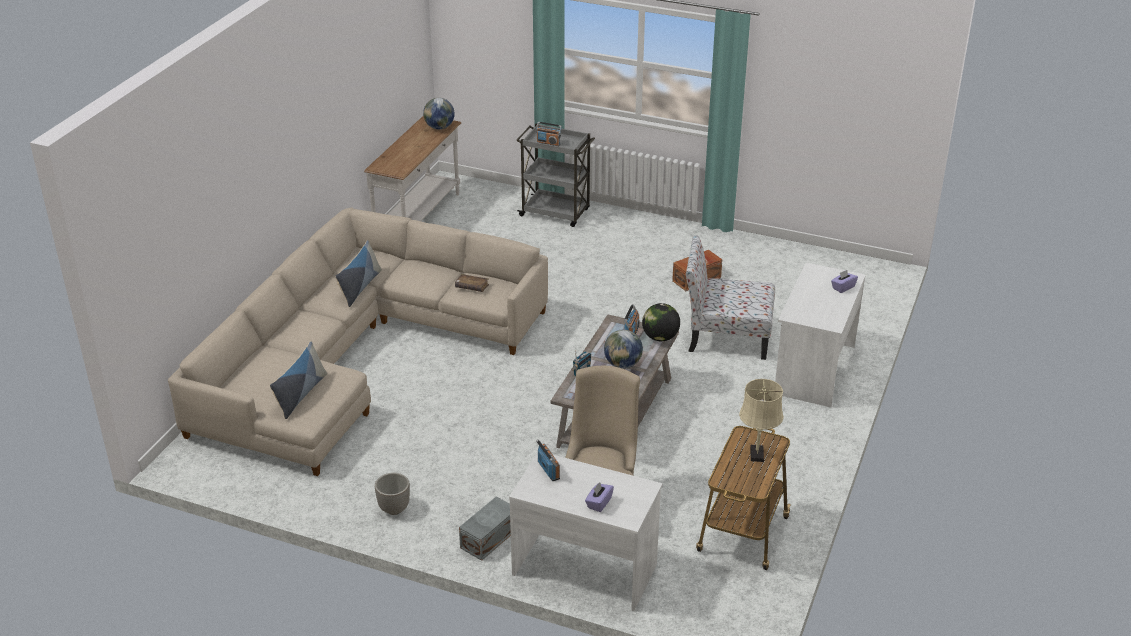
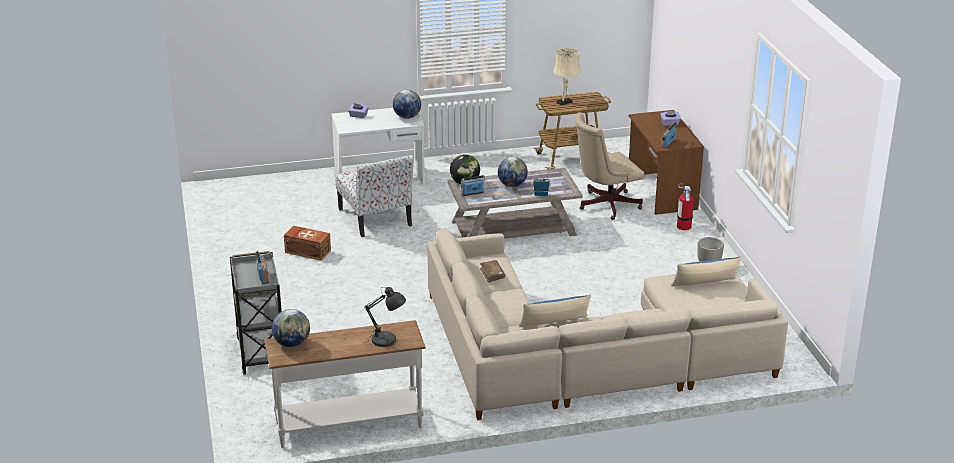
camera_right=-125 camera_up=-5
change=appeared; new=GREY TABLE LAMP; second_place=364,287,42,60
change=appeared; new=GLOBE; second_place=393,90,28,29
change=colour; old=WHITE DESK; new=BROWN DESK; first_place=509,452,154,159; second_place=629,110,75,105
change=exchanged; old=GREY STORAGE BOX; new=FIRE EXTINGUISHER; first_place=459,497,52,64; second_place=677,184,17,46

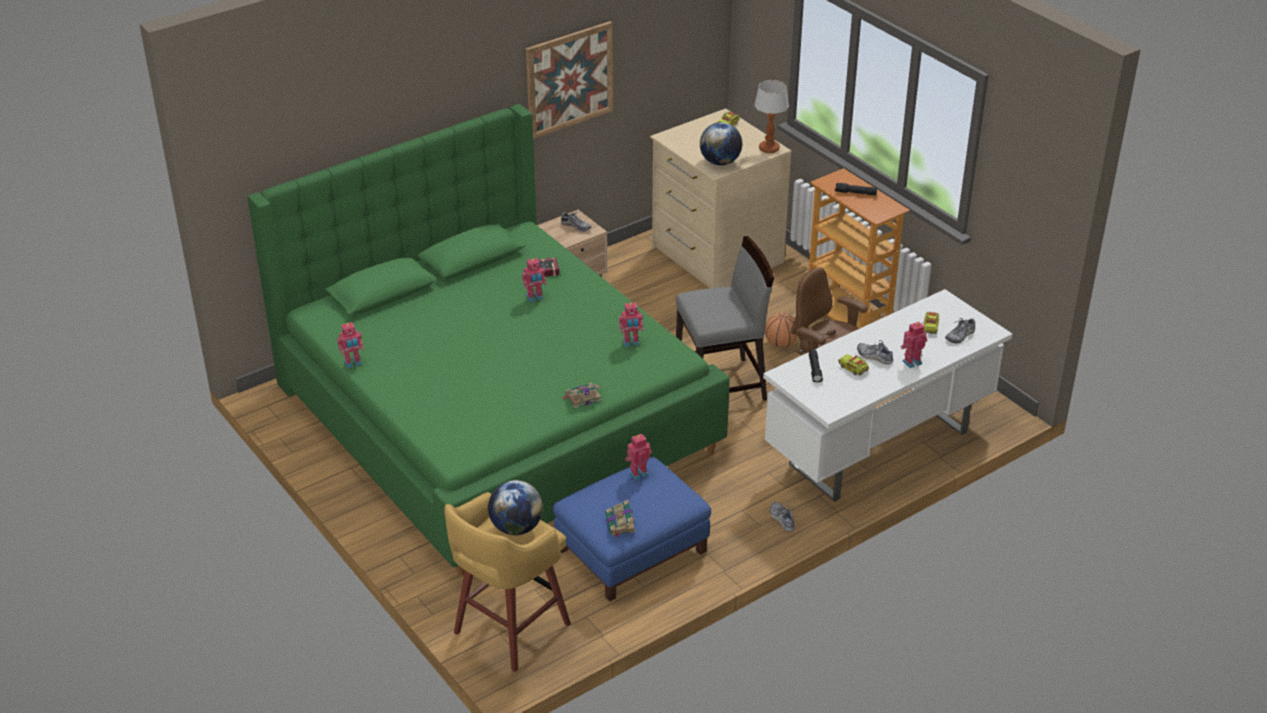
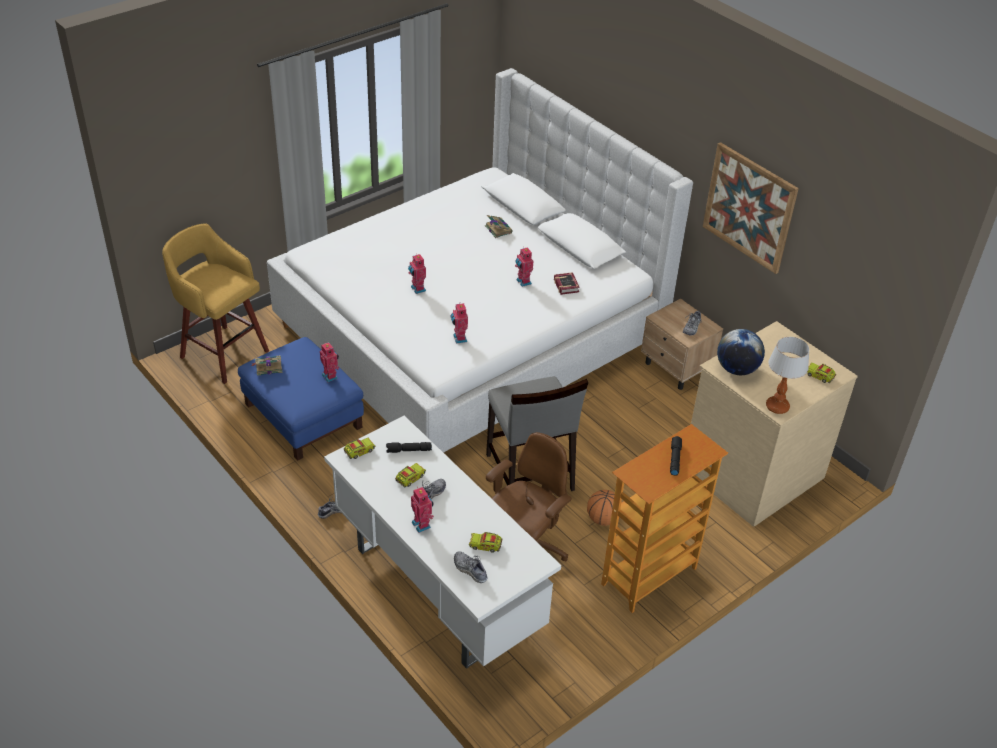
camera_right=85 camera_up=5
change=colour; old=GREEN BED; new=WHITE BED; first_place=247,104,483,472; second_place=267,68,426,385
change=appeared; new=TOY TRUCK; second_place=344,437,31,22
change=relocated; old=TOY ROBOT; first_place=337,322,27,46; second_place=408,254,18,40
change=relocated; old=BOOK; first_place=561,383,41,25; second_place=485,215,28,23
change=missing; old=GLOBE; first_place=488,480,55,55

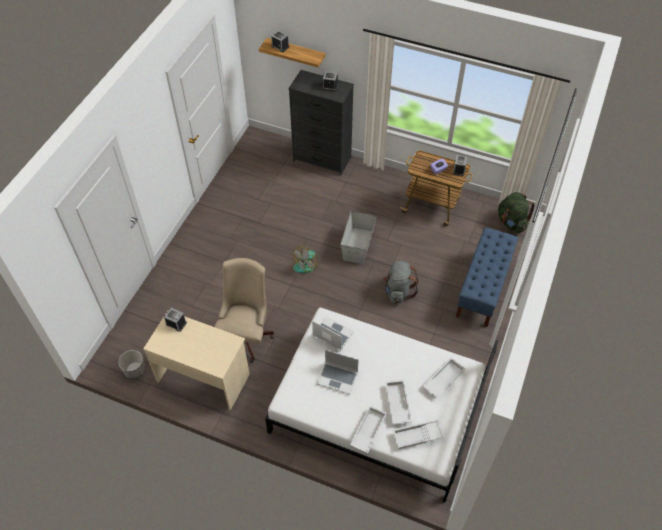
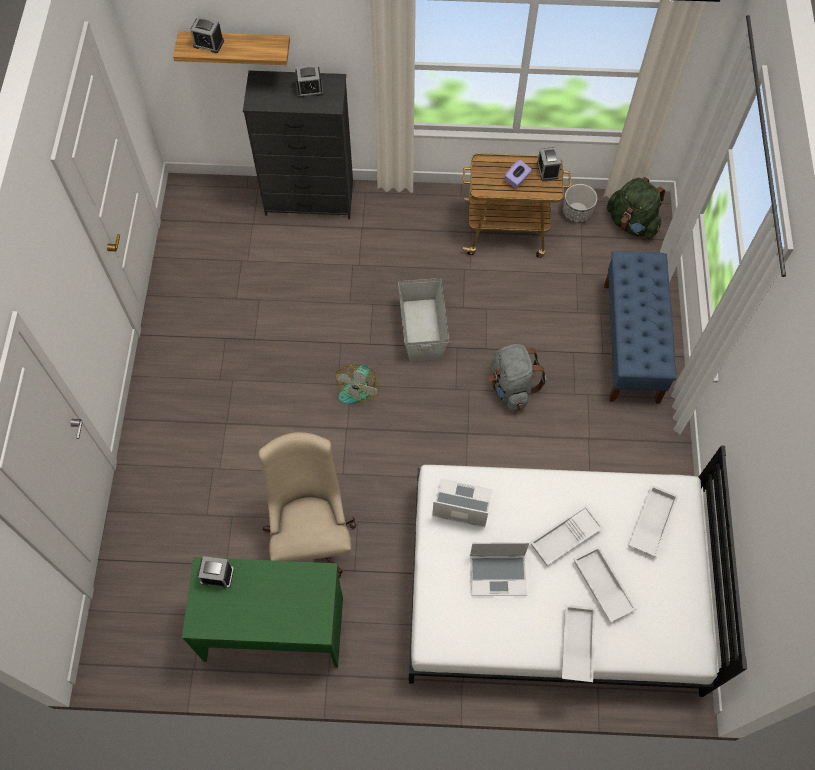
camera_right=-20 camera_up=10
change=colour; old=BEIGE DESK; new=GREEN DESK; first_place=143,311,107,100; second_place=182,557,161,111
change=relocated; old=WHITE TRAY; first_place=393,419,51,30; second_place=530,505,74,61
change=relocated; old=PLANTER; first_place=118,350,27,29; second_place=563,184,34,39

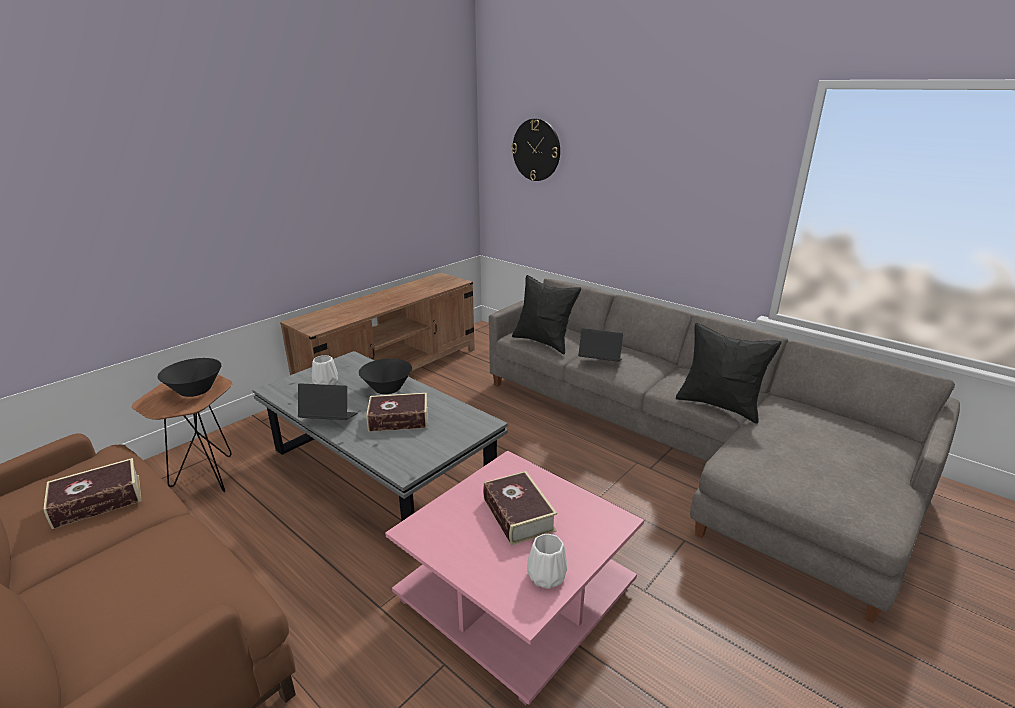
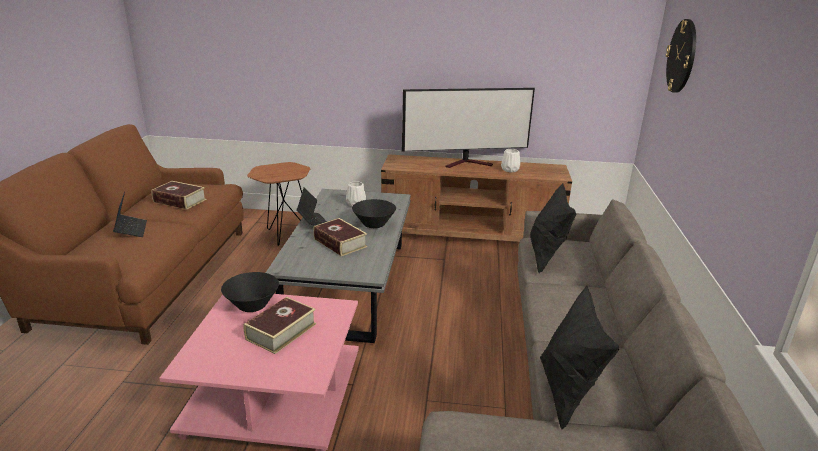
camera_right=55 camera_up=0
change=relocated; old=LAPTOP; first_place=578,328,45,34; second_place=113,191,34,46
change=relocated; old=BLACK BOWL; first_place=158,358,64,39; second_place=221,272,58,40
change=appeared; new=TELEVISION; second_place=402,88,133,80
change=relocated; old=WHITE VASE; first_place=527,534,40,55; second_place=501,149,19,23

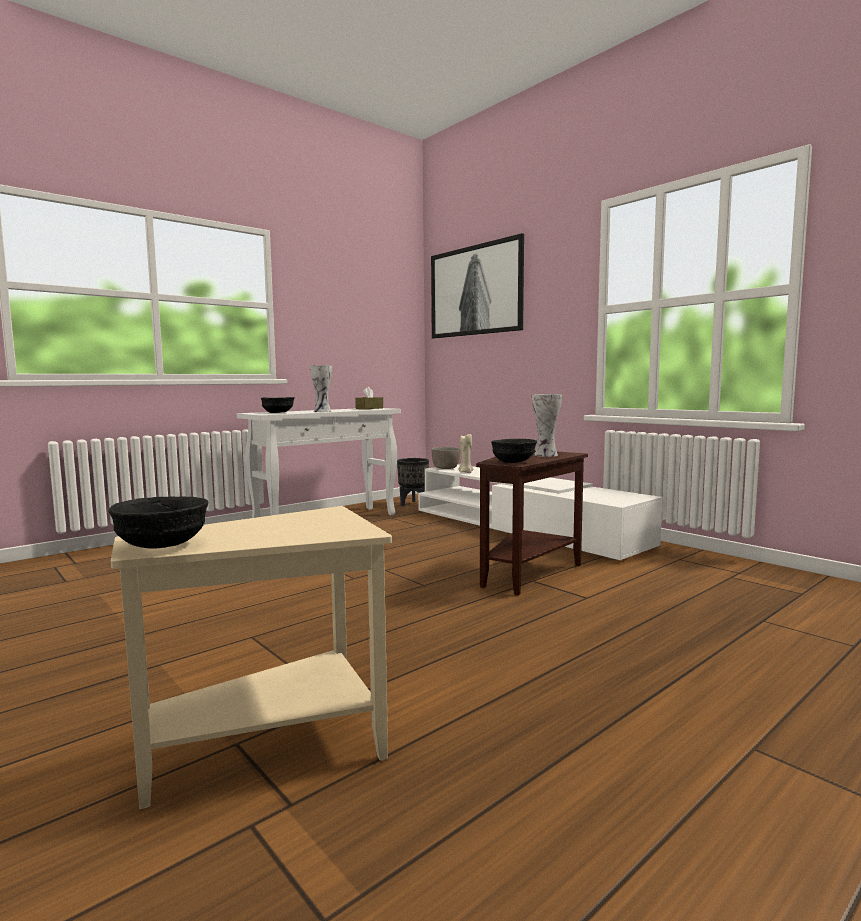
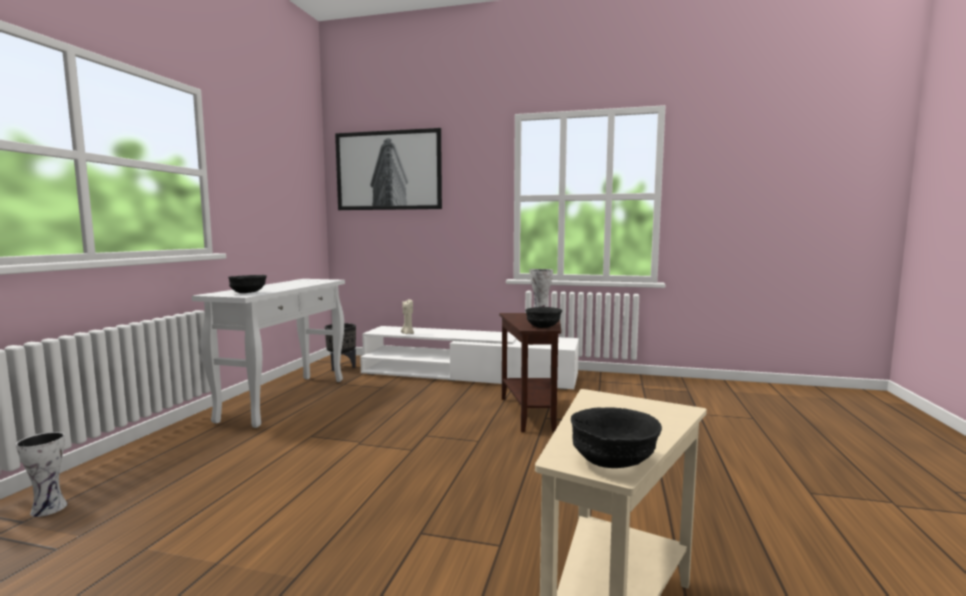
camera_right=-35 camera_up=0
change=relocated; old=VASE; first_place=310,365,22,47; second_place=16,432,52,85
change=missing; old=BROWN TISSUE BOX; first_place=355,387,28,22
change=missing; old=GREY BOWL; first_place=431,447,30,22

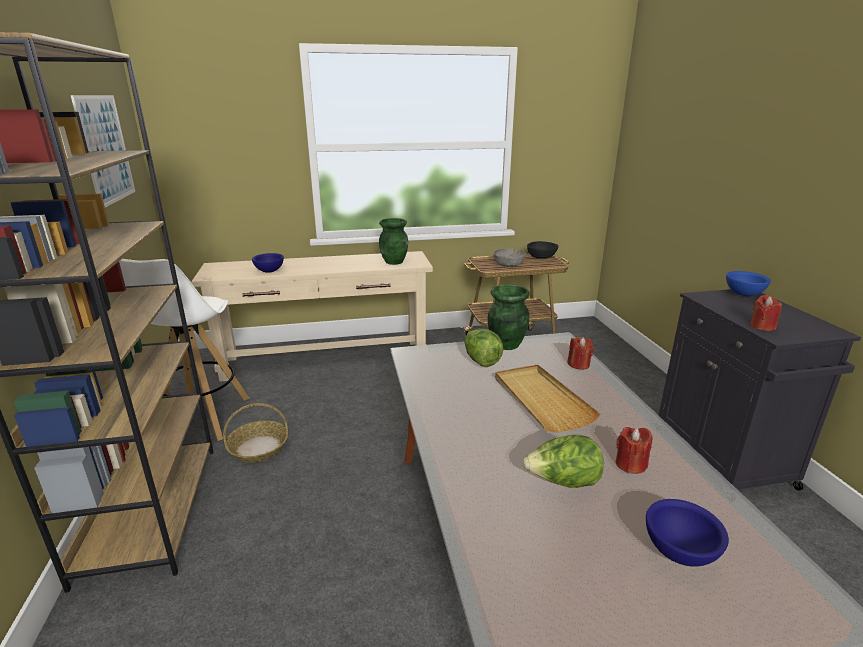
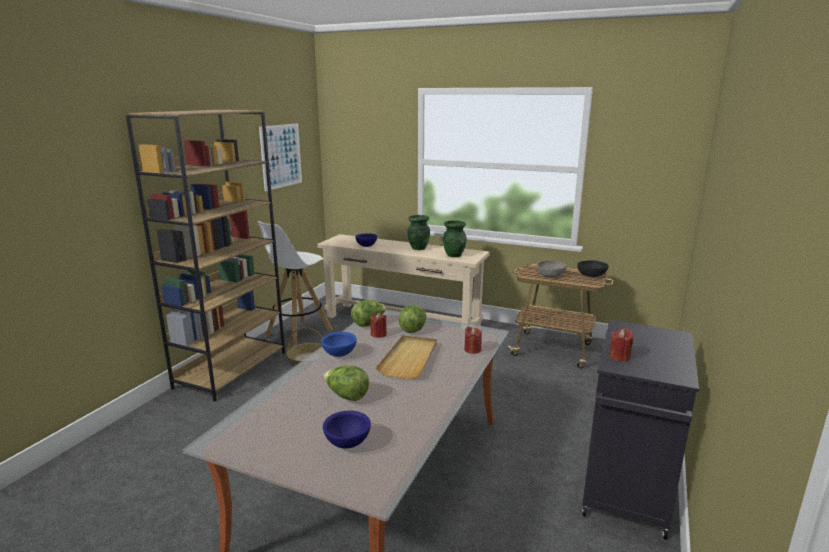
camera_right=35 camera_up=-5
change=relocated; old=BLUE BOWL; first_place=726,271,45,25; second_place=321,332,36,25
change=appeared; new=LETTUCE; second_place=351,300,35,27
change=relocated; old=RED CANDLE; first_place=616,427,36,47; second_place=370,313,17,25
change=relocated; old=GREEN VASE; first_place=488,284,42,66; second_place=408,215,22,35

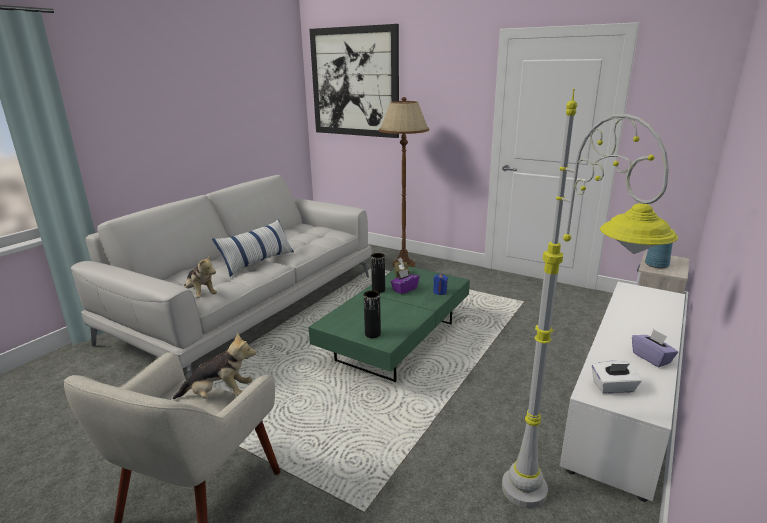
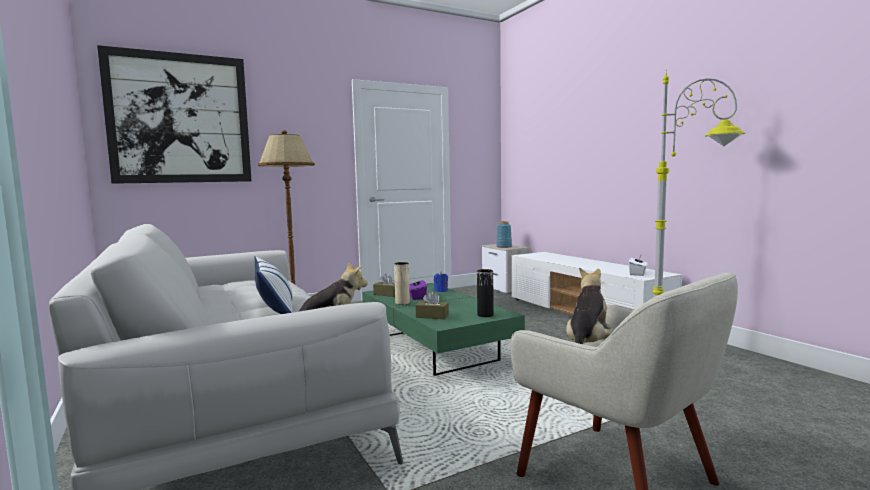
camera_right=-60 camera_up=-15
change=colour; old=BLACK VASE; new=BEIGE VASE; first_place=371,253,14,40; second_place=394,262,16,43
change=appeared; new=BROWN TISSUE BOX; second_place=416,291,33,28
change=missing; old=PURPLE TISSUE BOX; first_place=632,329,46,38

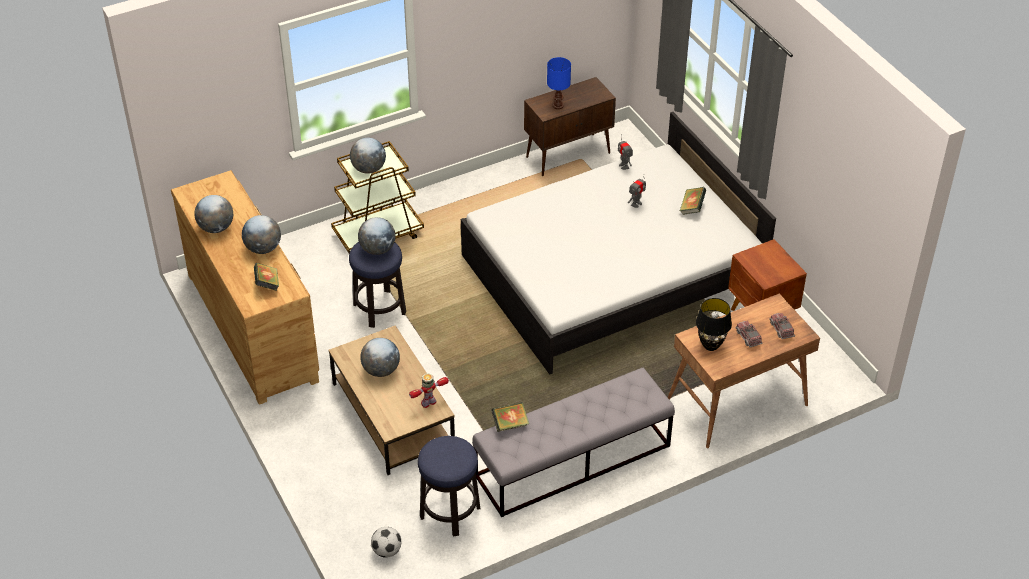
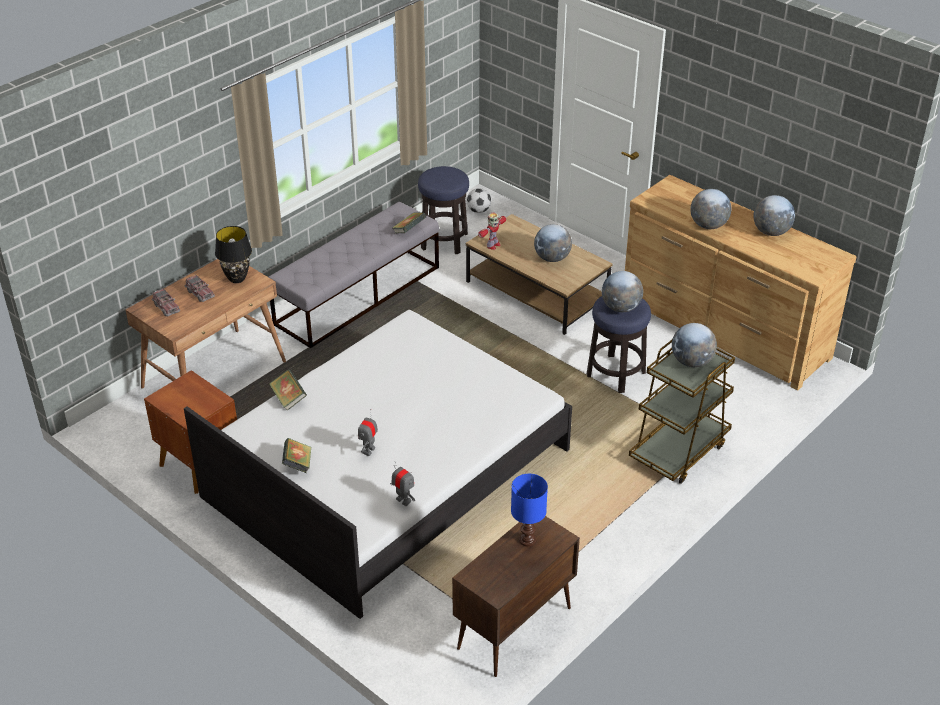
camera_right=160 camera_up=-5
change=relocated; old=BOOK; first_place=254,263,25,28; second_place=269,369,38,42

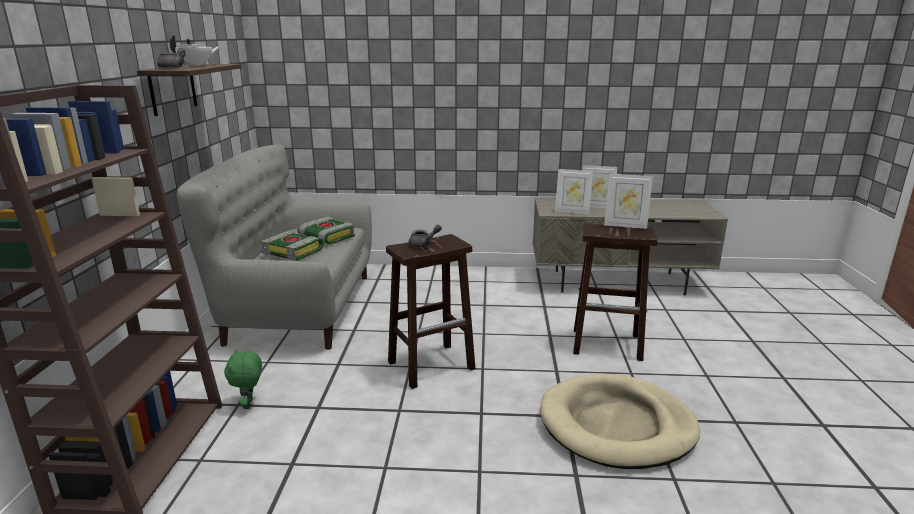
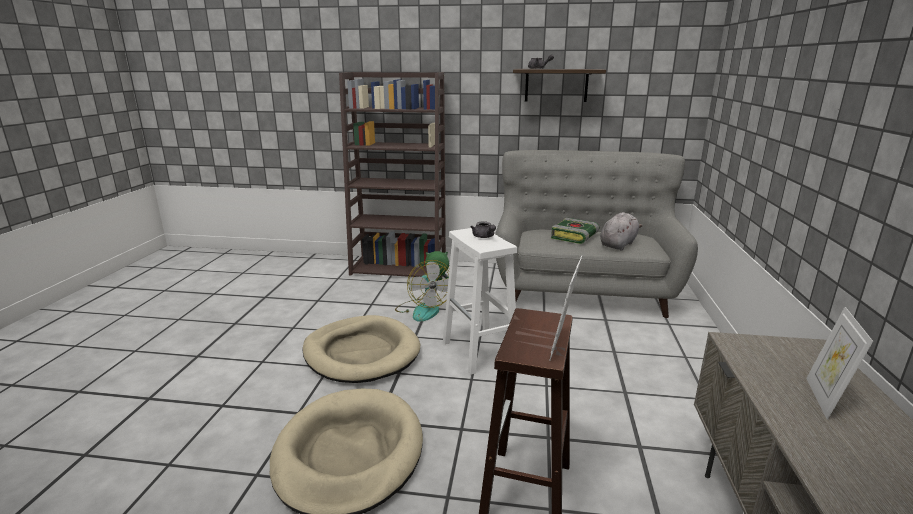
camera_right=95 camera_up=0
change=appeared; new=BEIGE DOG BED; second_place=302,315,118,68
change=appeared; new=FAN; second_place=395,260,55,62
change=colour; old=BROWN STOOL; new=WHITE STOOL; first_place=386,234,89,155; second_place=443,228,74,147
change=exchanged; old=BOOK; new=GREY PLUSH TOY; first_place=297,217,58,27; second_place=600,212,43,39
change=missing; old=WHITE TEAPOT; first_place=170,35,50,31
change=missing; old=PICTURE FRAME; first_place=555,169,38,45

